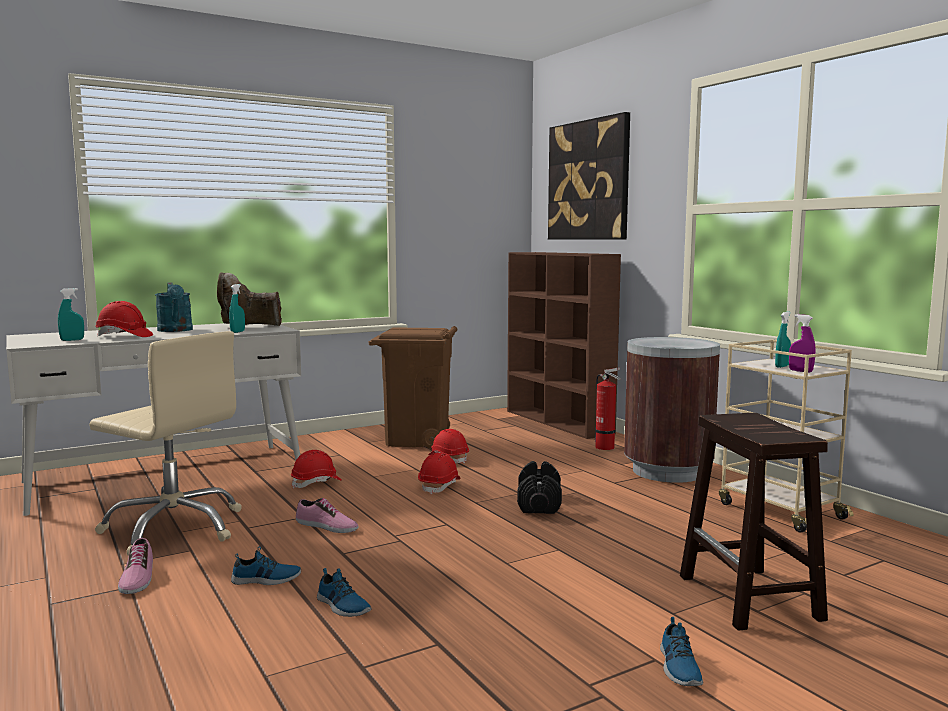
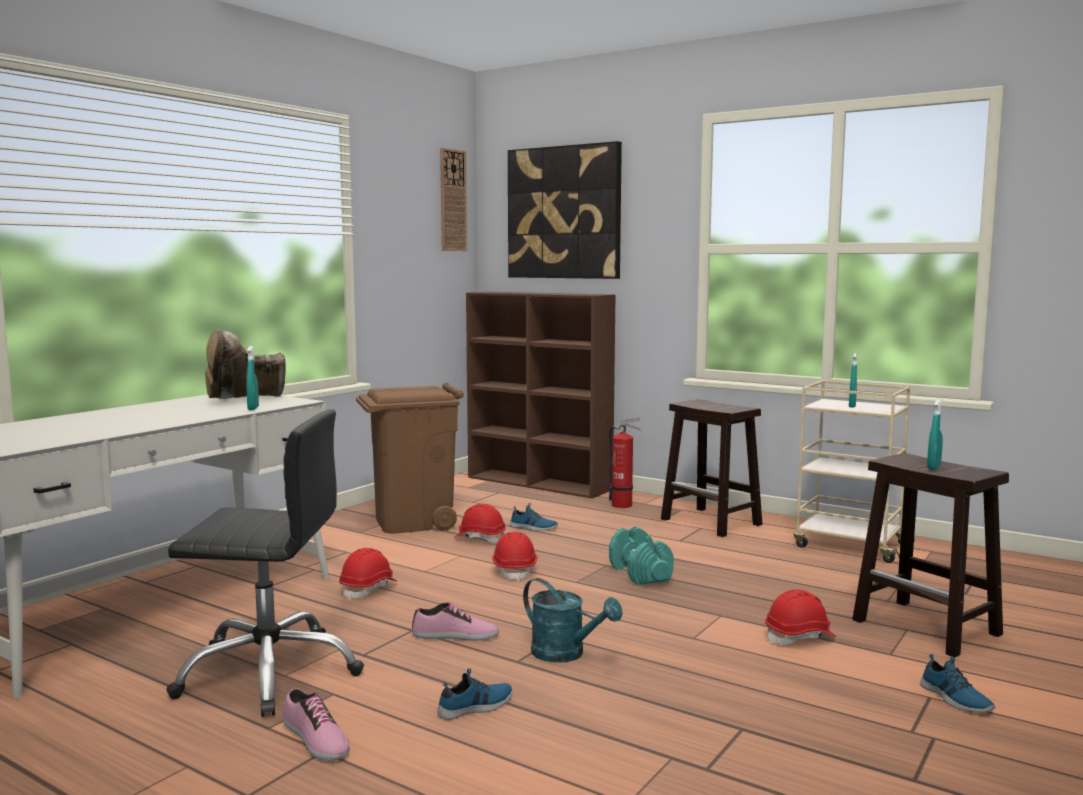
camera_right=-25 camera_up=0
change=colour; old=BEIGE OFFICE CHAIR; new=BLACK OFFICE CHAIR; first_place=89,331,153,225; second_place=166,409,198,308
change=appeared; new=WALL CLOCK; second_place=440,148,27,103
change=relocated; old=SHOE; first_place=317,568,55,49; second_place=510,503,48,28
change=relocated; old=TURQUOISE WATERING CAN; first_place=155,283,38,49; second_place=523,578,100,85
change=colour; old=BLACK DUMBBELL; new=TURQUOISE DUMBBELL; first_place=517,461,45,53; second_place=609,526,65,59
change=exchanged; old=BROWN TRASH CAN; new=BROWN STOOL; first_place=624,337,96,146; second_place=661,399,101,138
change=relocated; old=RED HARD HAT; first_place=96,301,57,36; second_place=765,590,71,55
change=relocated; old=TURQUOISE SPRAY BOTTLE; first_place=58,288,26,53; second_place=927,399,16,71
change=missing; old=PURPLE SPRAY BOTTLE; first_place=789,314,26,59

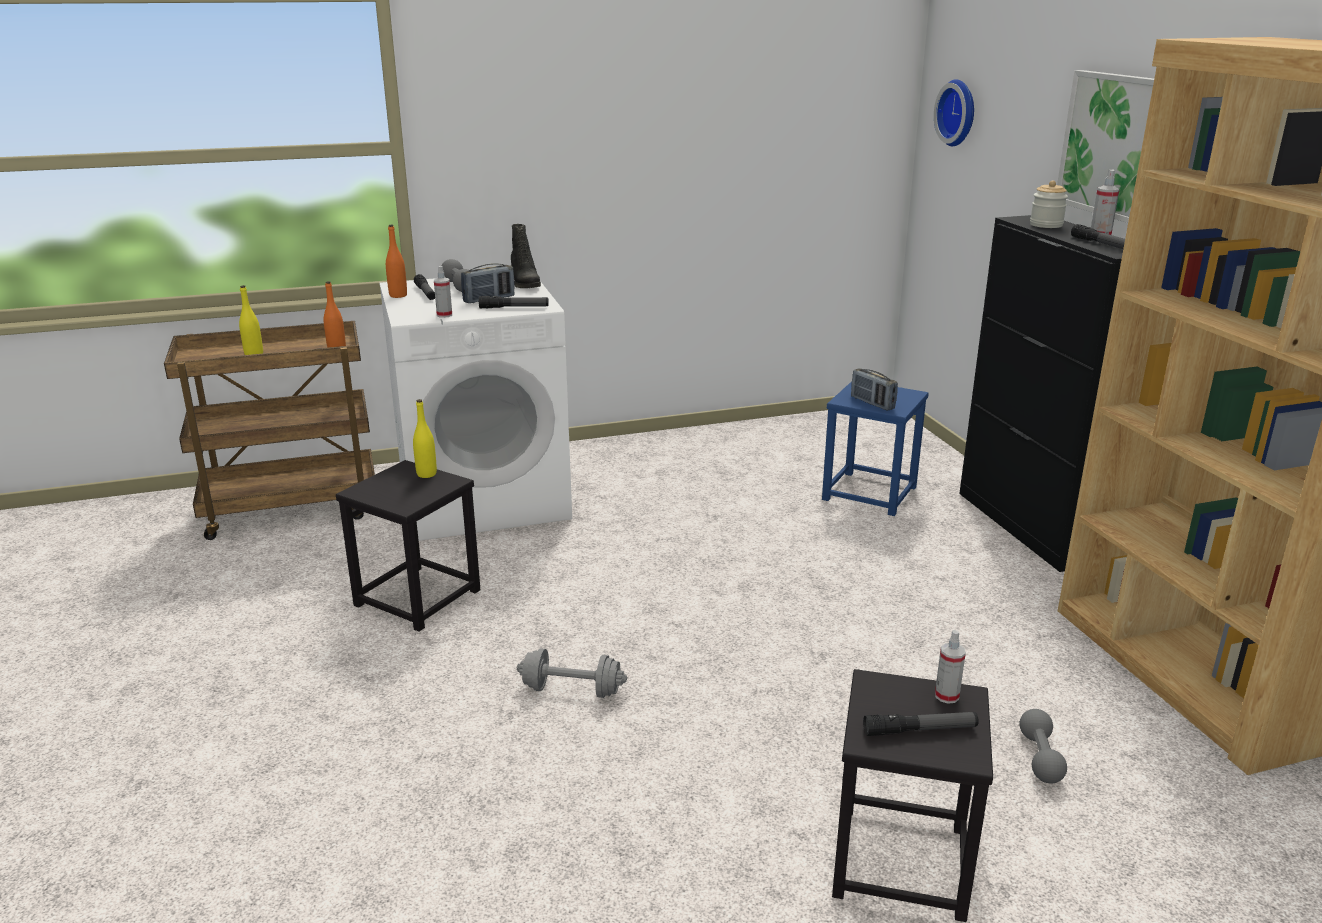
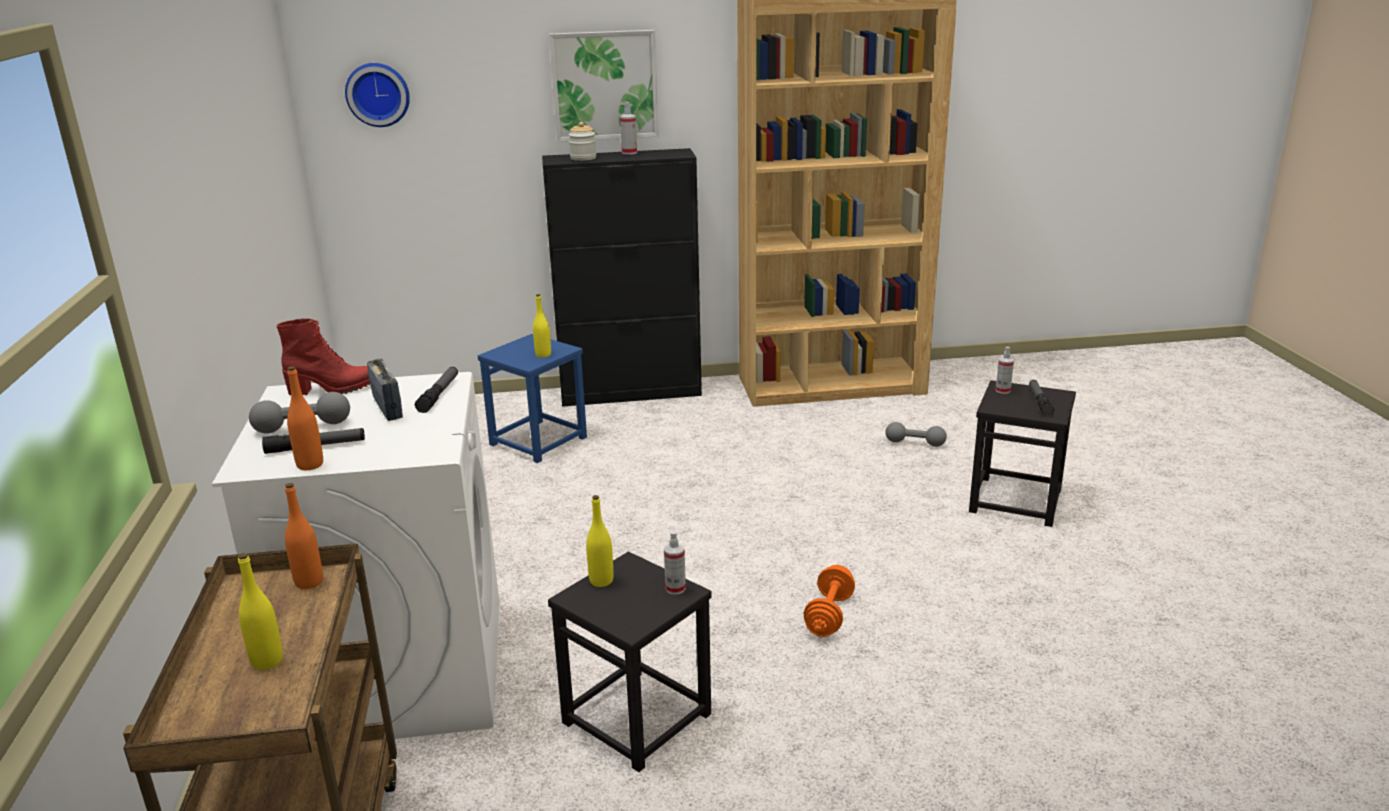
camera_right=-80 camera_up=0
change=colour; old=BLACK BOOT; new=RED BOOT; first_place=511,224,30,64; second_place=276,318,94,77
change=exchanged; old=RADIO; new=YELLOW BOTTLE; first_place=851,368,47,43; second_place=533,294,18,64
change=relocated; old=SPRAY BOTTLE; first_place=434,266,18,52; second_place=664,531,22,63
change=colour; old=GREY DUMBBELL; new=ORANGE DUMBBELL; first_place=517,648,110,50; second_place=804,565,51,72
change=missing; old=FLASHLIGHT; first_place=1071,224,54,25

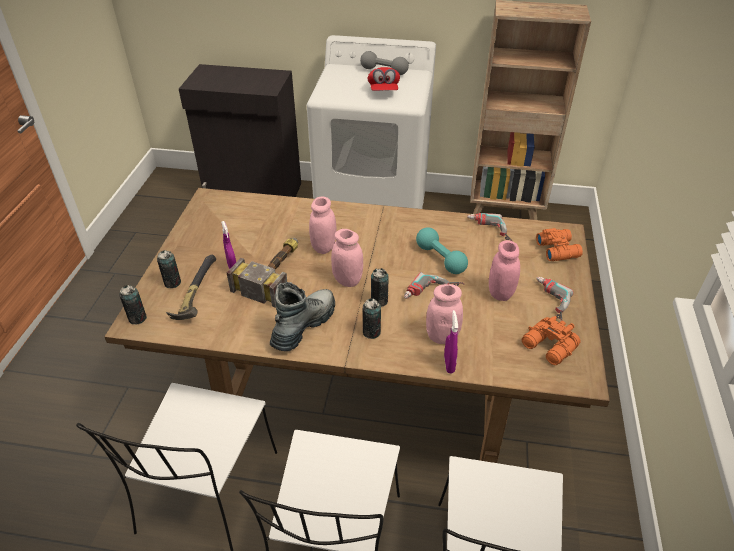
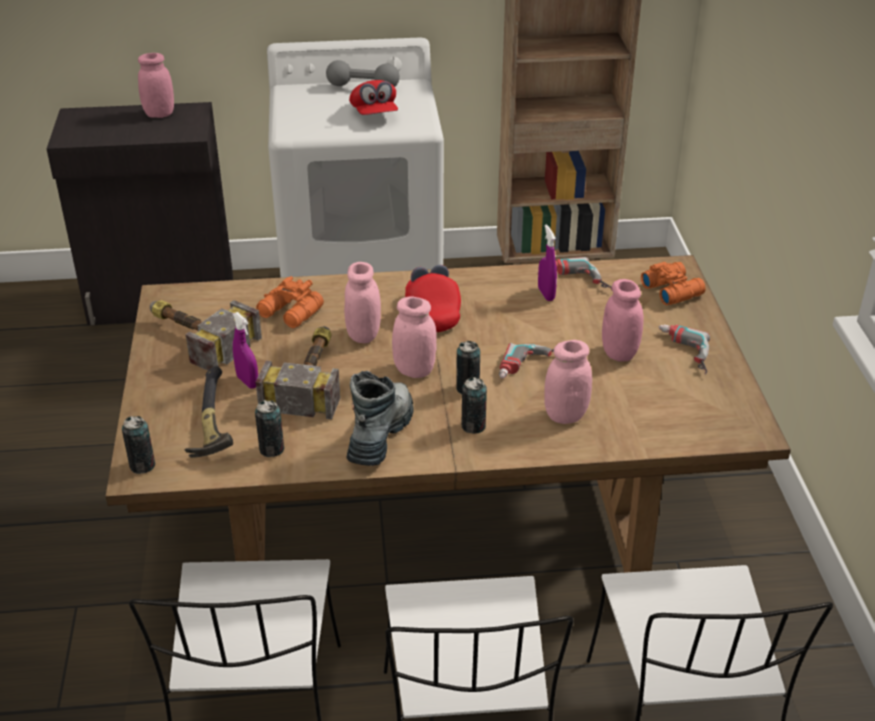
camera_right=-15 camera_up=-5
change=appeared; new=PINK JAR; second_place=138,53,36,65
change=appeared; new=HAMMER; second_place=150,300,112,71
change=relocated; old=CAN; first_place=157,250,24,38; second_place=255,400,30,57
change=relocated; old=ORANGE BINOCULARS; first_place=522,316,59,49; second_place=256,276,68,52
change=appeared; new=RED CAP; second_place=405,265,56,67
change=relocated; old=PURPLE SPRAY BOTTLE; first_place=444,310,14,64; second_place=538,224,19,77
change=missing; old=TURQUOISE DUMBBELL; first_place=416,227,52,47

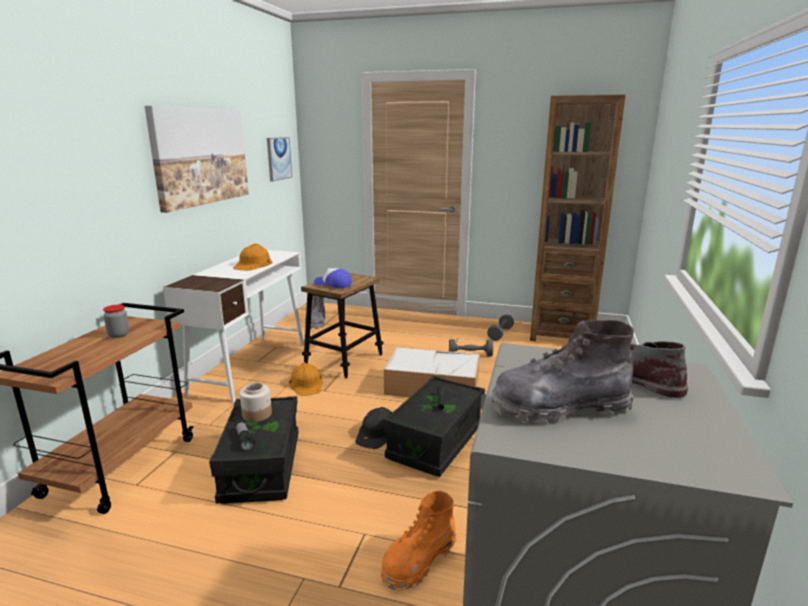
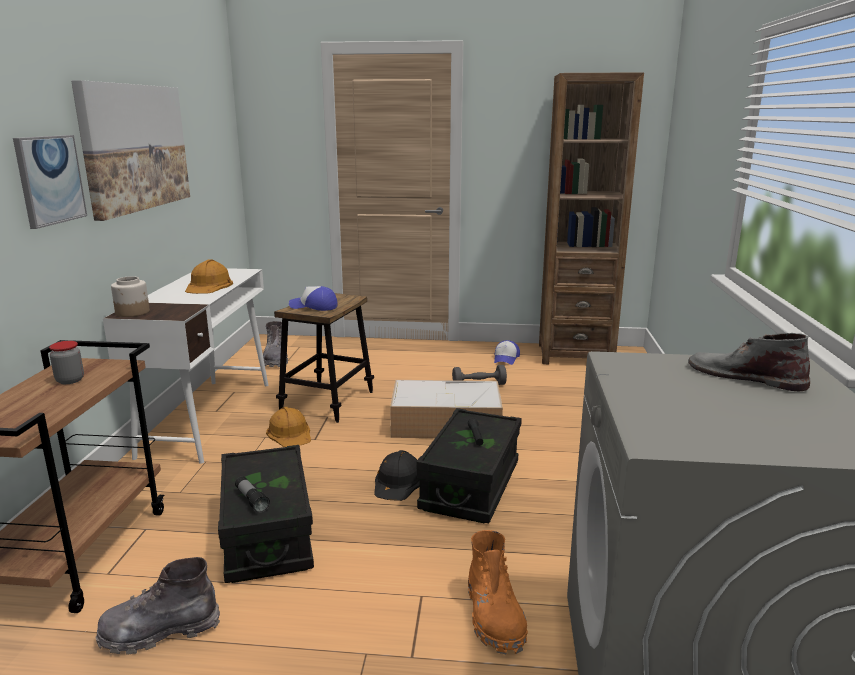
camera_right=-10 camera_up=0
change=relocated; old=PICTURE; first_place=267,137,25,45; second_place=13,135,74,94
change=relocated; old=GREY BOOT; first_place=491,320,143,105; second_place=95,557,125,98
change=relocated; old=JAR; first_place=240,382,32,40; second_place=111,276,39,41
change=spun; old=ORANGE BOOT; first_place=381,491,76,99; second_place=468,530,60,124; degrees=-45
change=exchanged; old=GREY DUMBBELL; new=CAP; first_place=487,314,27,27; second_place=494,340,26,25

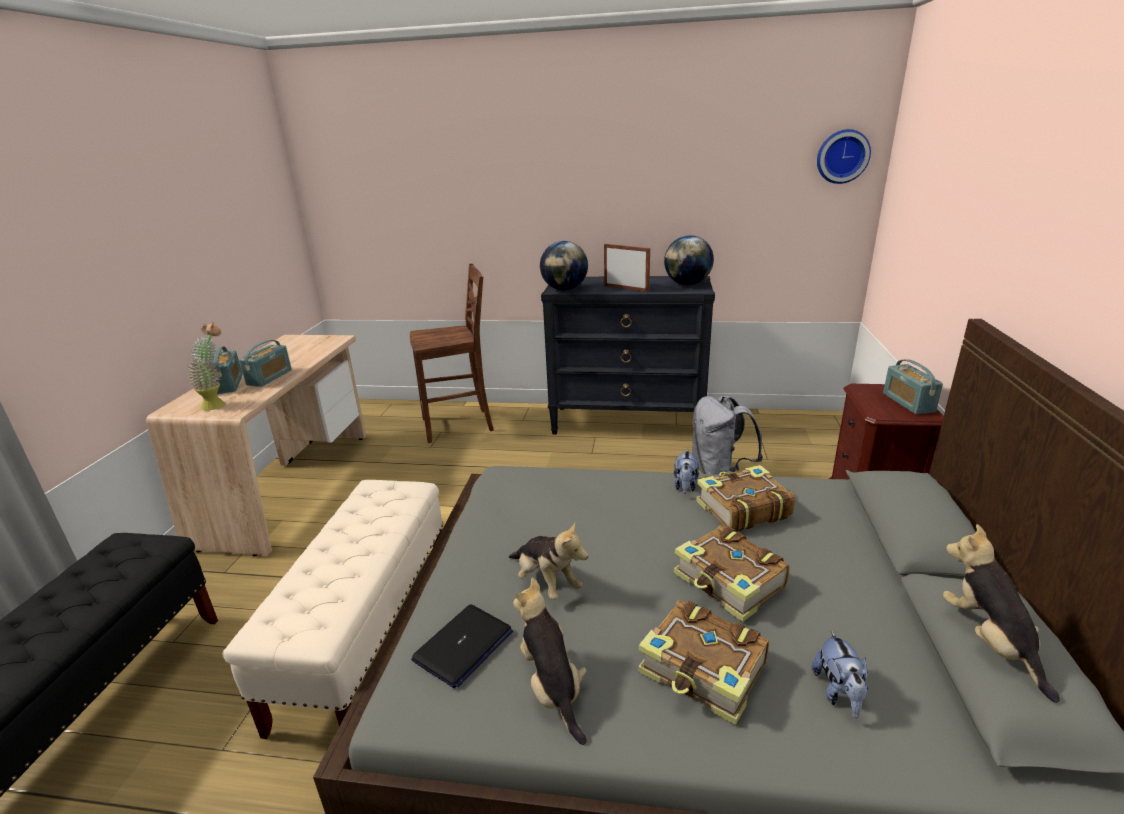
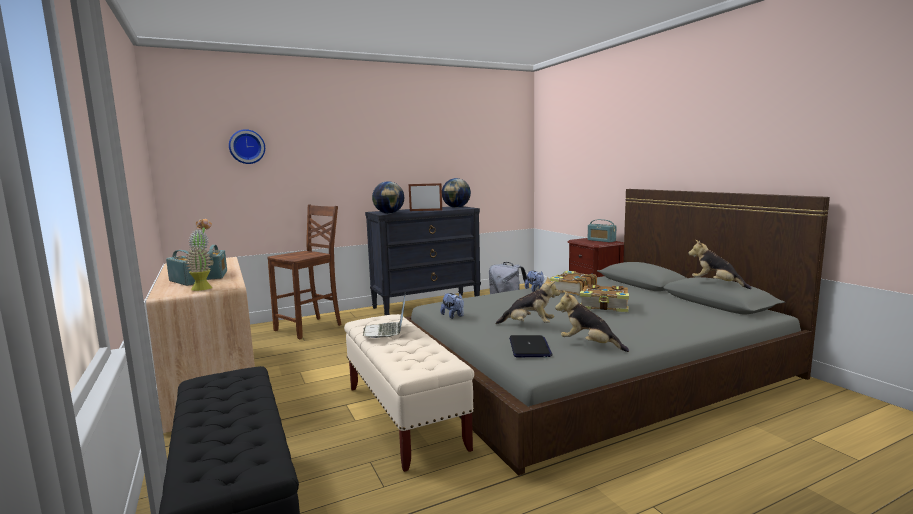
camera_right=-35 camera_up=-15
change=relocated; old=WALL CLOCK; first_place=817,129,54,55; second_place=229,129,36,35
change=appeared; new=LAPTOP; second_place=363,292,43,46
change=relocated; old=PLUSH TOY; first_place=812,630,56,88; second_place=441,293,23,26
change=missing; old=BOOK; first_place=638,600,131,125

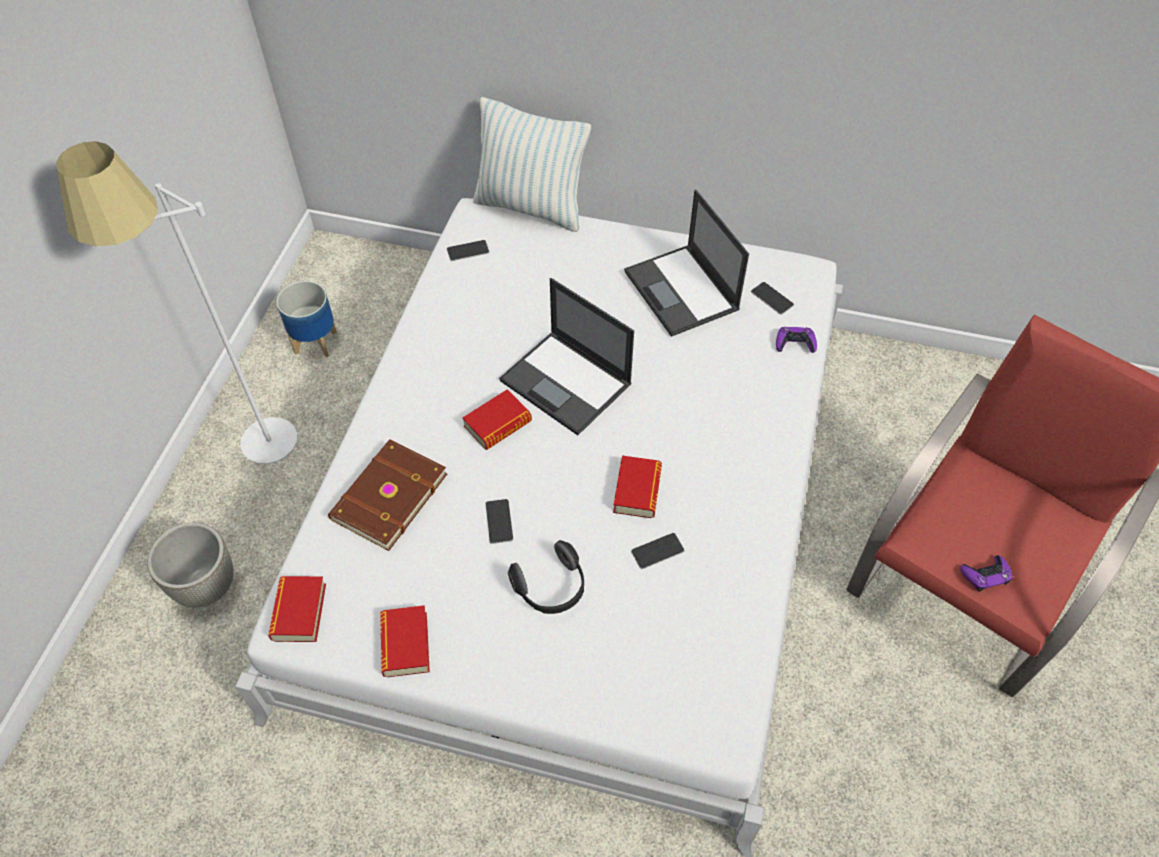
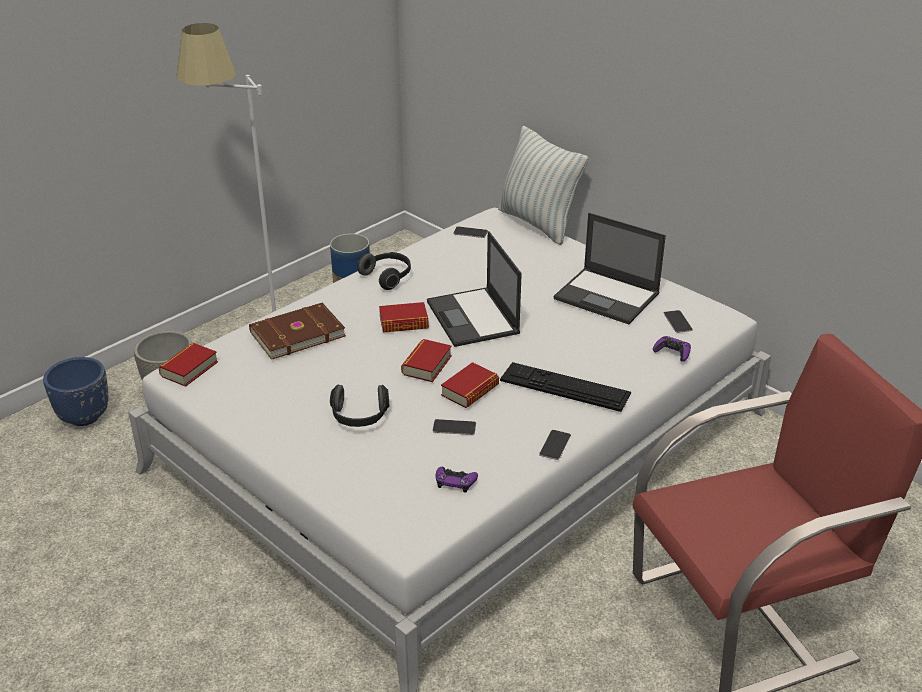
camera_right=30 camera_up=-20
change=appeared; new=BLUE PLANTER; second_place=43,357,65,69
change=appeared; new=HEADPHONES; second_place=357,252,54,38
change=relocated; old=BOOK; first_place=380,605,50,72; second_place=401,339,51,43
change=relocated; old=PURPLE GAME CONTROLLER; first_place=960,555,52,37; second_place=436,467,42,26
change=appeared; new=KEYBOARD; second_place=500,362,131,50
change=relocated; old=PHONE; first_place=485,499,28,45; second_place=539,430,32,30
change=spun; old=LAPTOP; first_place=625,190,124,147; second_place=554,213,112,111; degrees=-60

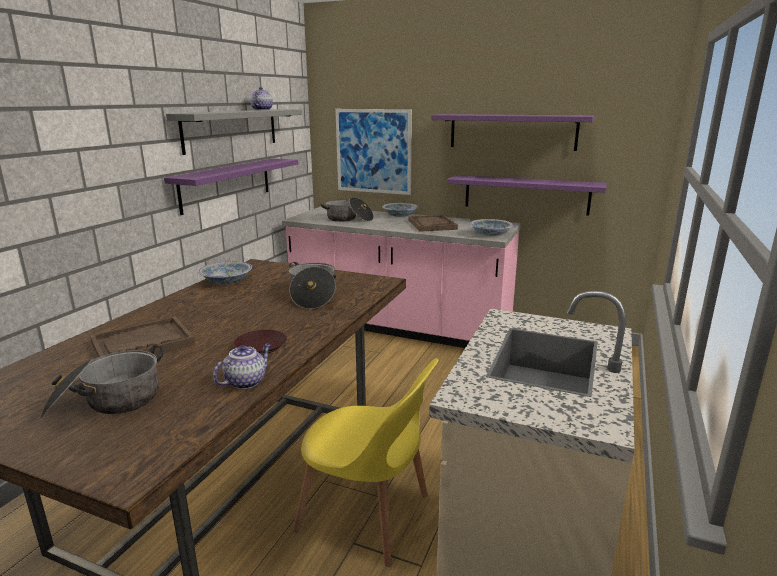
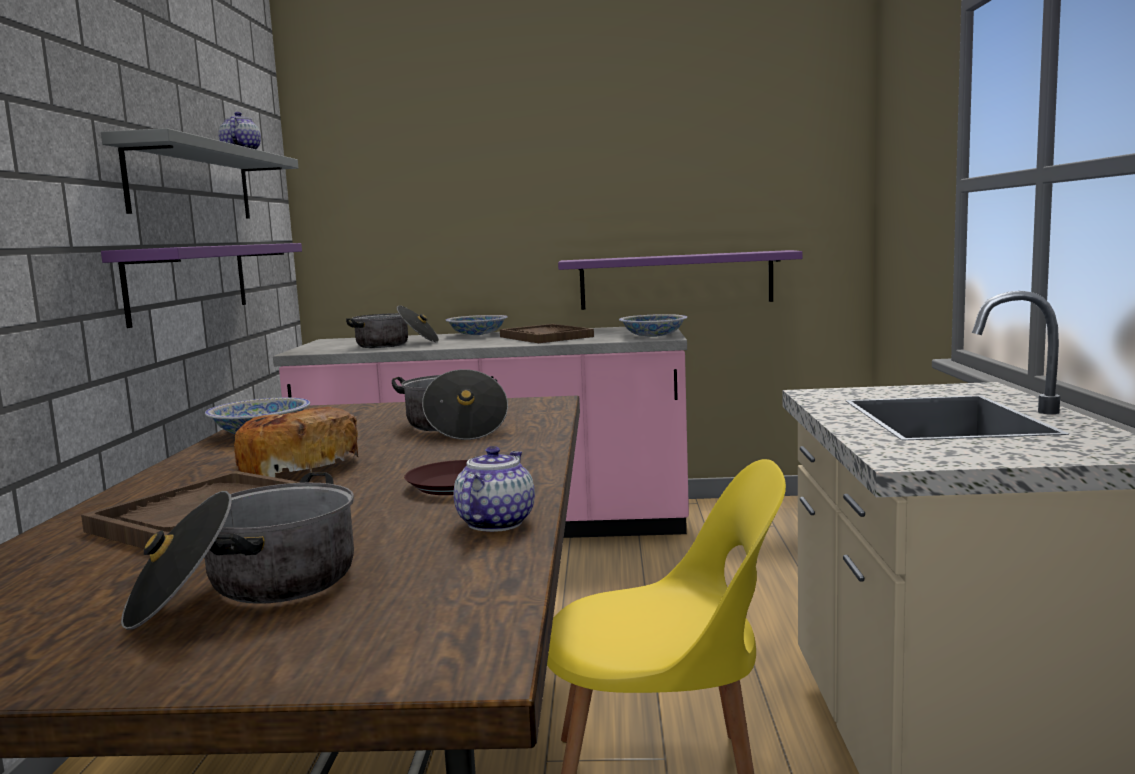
camera_right=-20 camera_up=-10
change=appeared; new=BREAD; second_place=234,407,124,70
change=missing; old=PICTURE; first_place=335,109,77,86
change=missing; old=PURPLE SHELF; first_place=431,114,164,37

